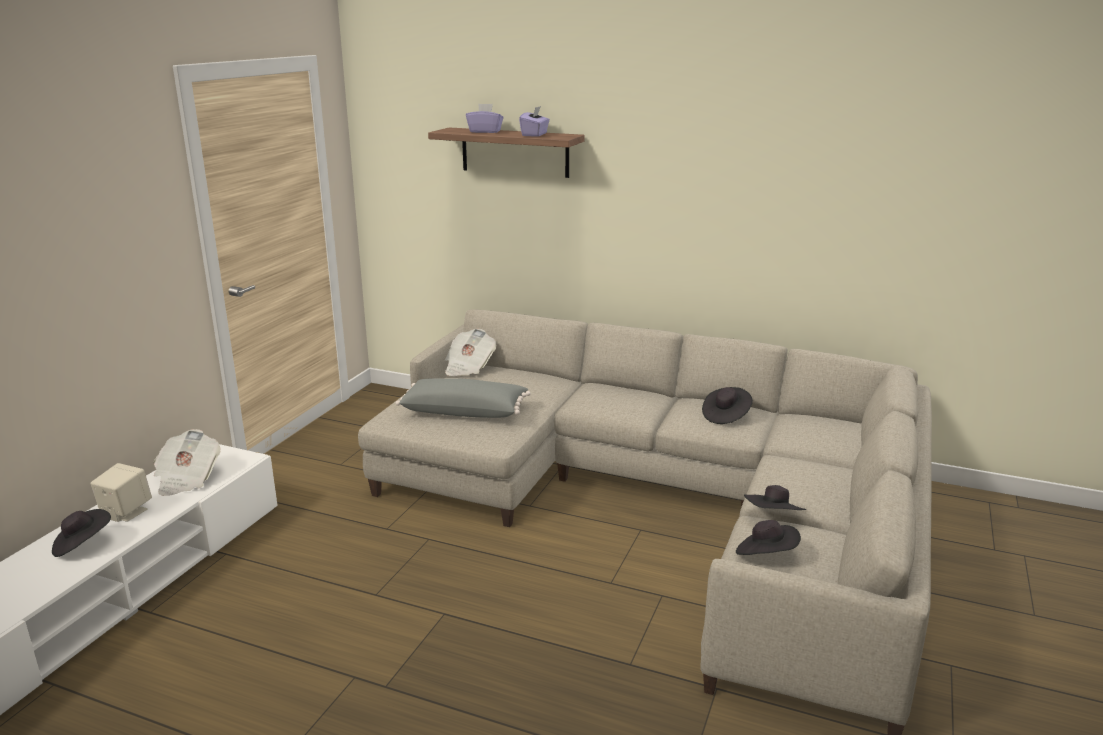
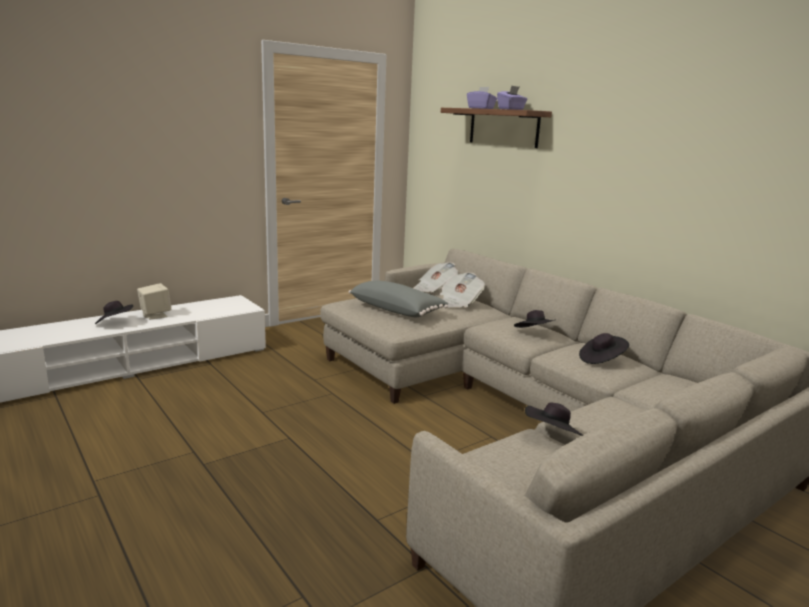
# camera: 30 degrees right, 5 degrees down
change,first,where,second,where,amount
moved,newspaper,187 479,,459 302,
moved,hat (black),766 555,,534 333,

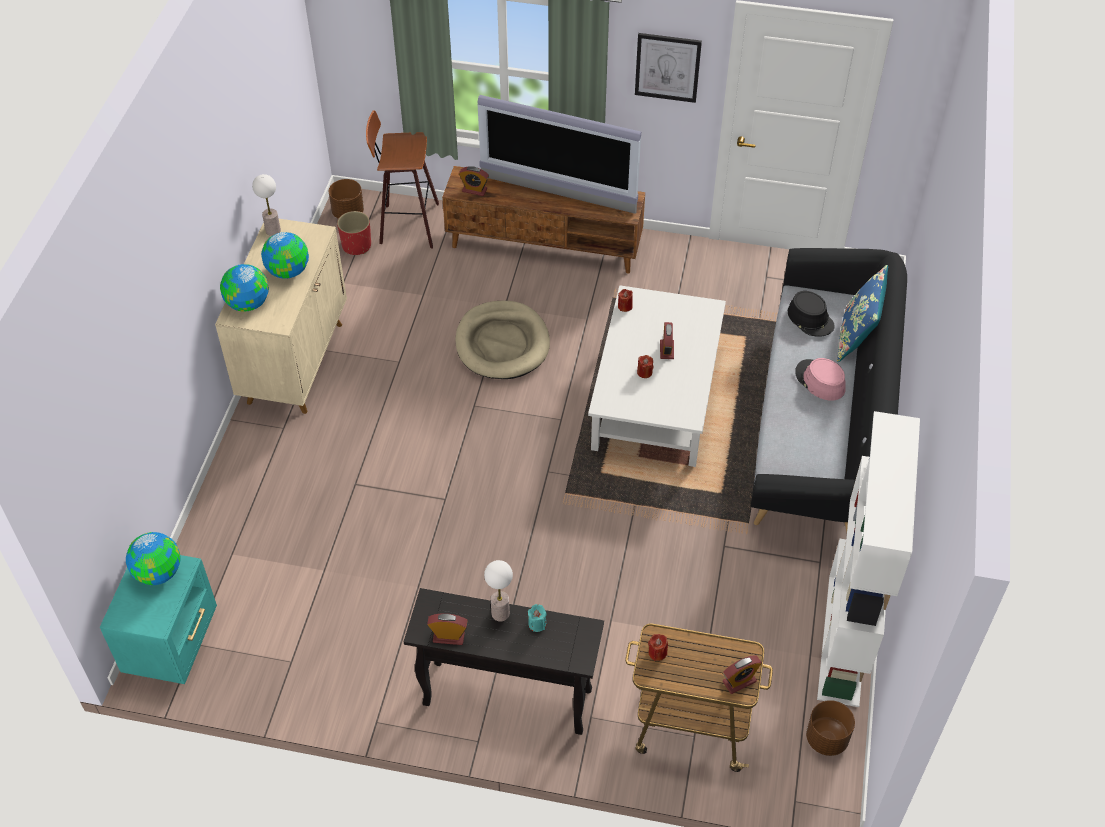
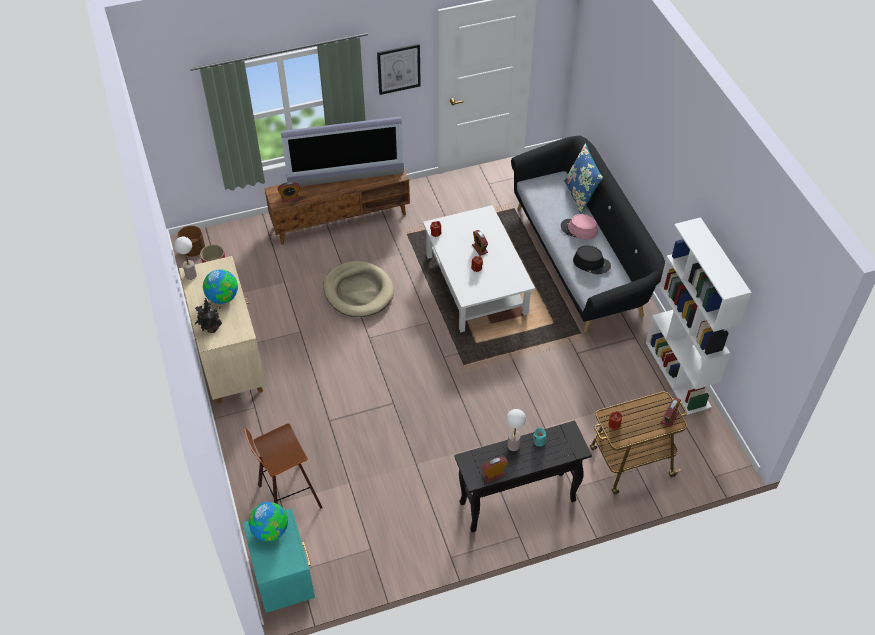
# camera: 30 degrees left, 0 degrees up
change,first,where,second,where,amount
replaced,globe,247 304,potted plant,211 330,
moved,stool,406 224,,287 496,
moved,hat (black),810 319,,591 263,
removed,planter (brown),826 739,,,

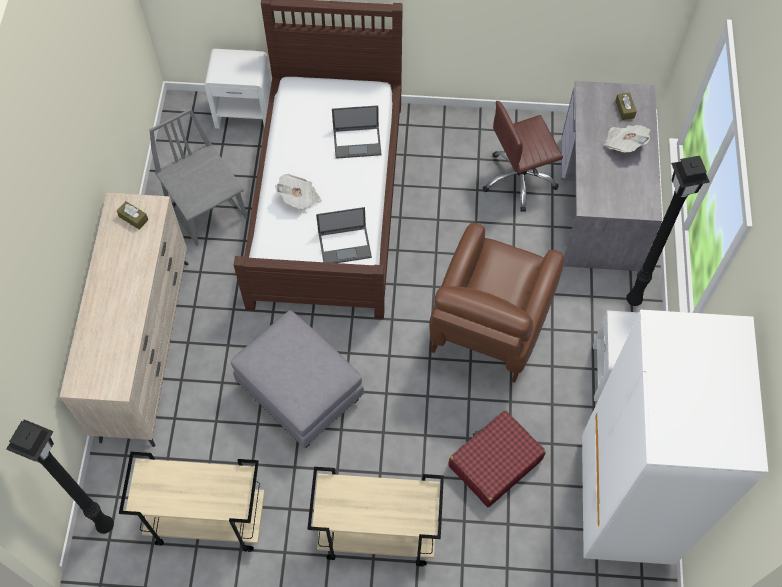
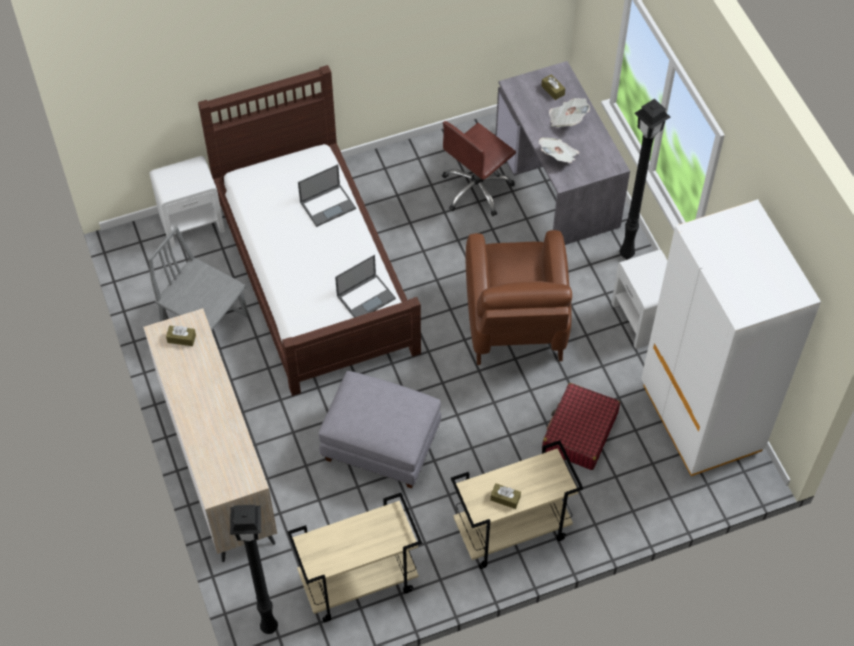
# camera: 25 degrees left, 5 degrees down
change,first,where,second,where,amount
added,,,tissue box (brown),505 498,
moved,newspaper,299 198,,558 156,

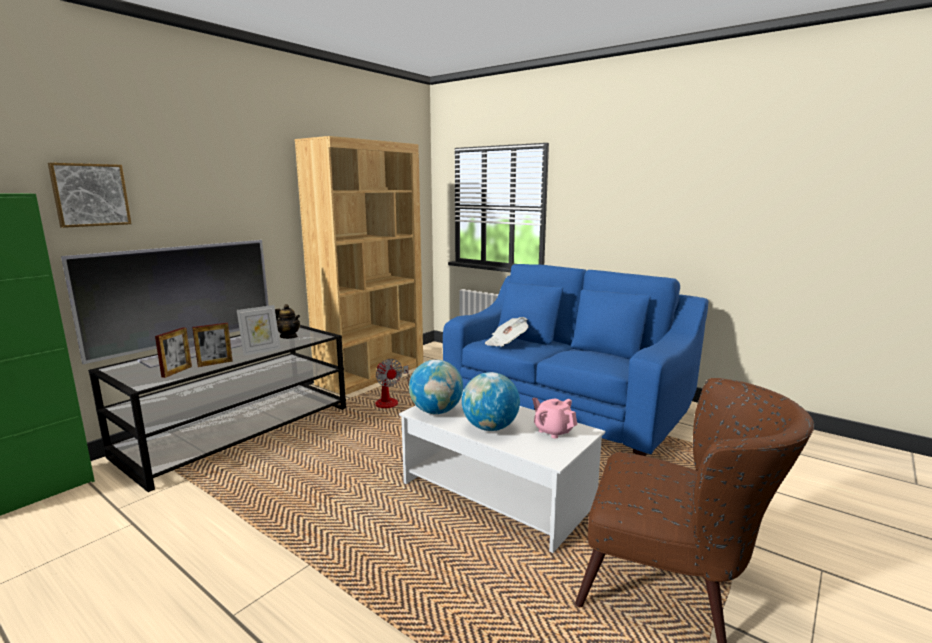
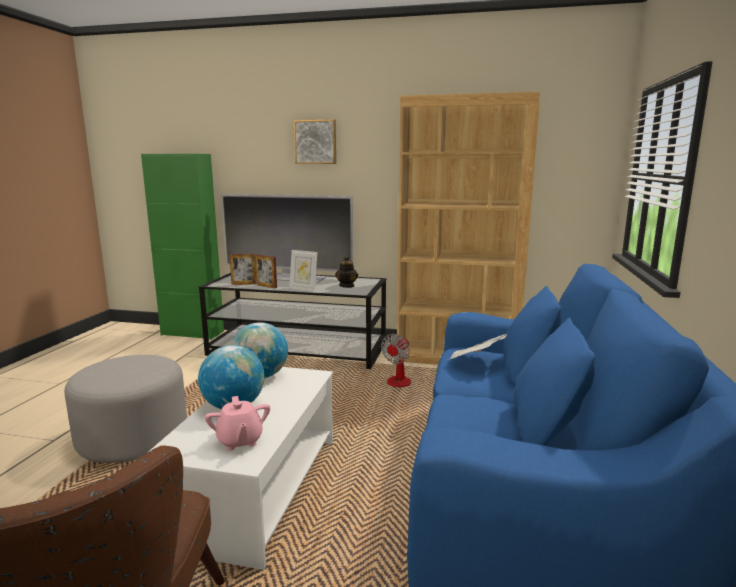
# camera: 65 degrees right, 0 degrees up
change,first,where,second,where,amount
added,,,ottoman (grey),133 438,
turned,teapot (pink),553 431,,239 441,135 degrees clockwise
moved,picture,90 195,,315 142,

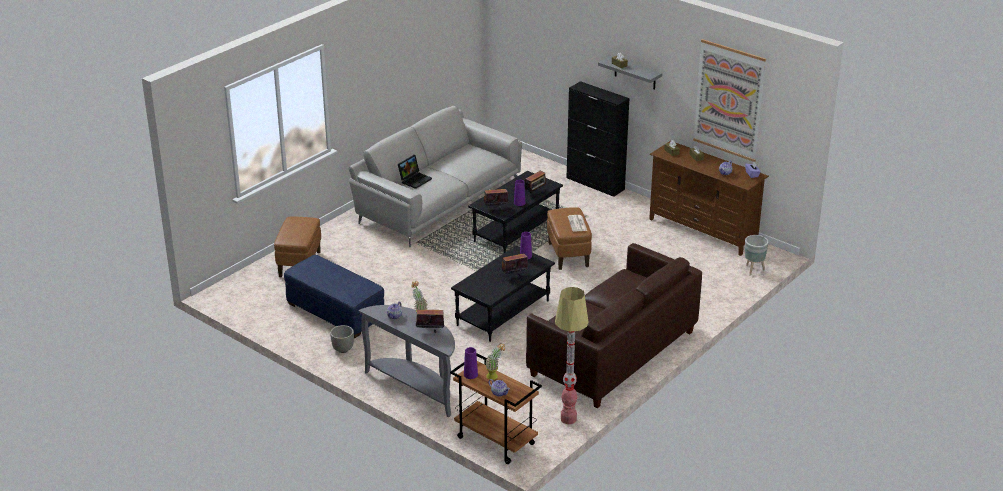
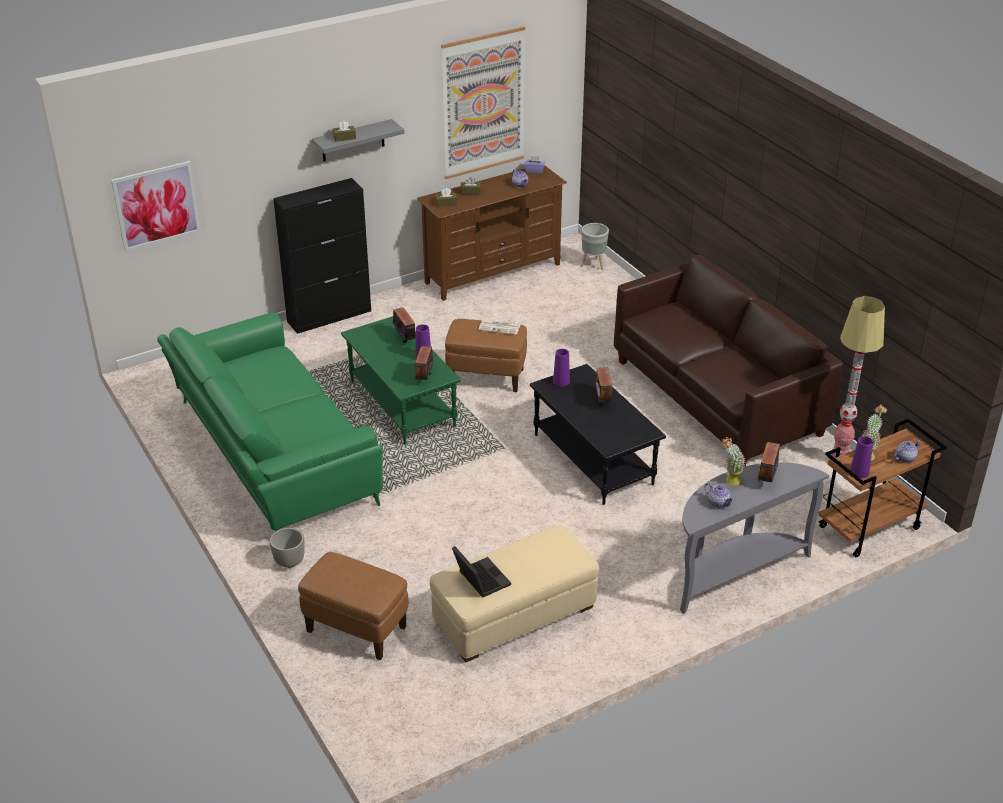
# camera: 70 degrees left, 5 degrees up
change,first,where,second,where,amount
added,,,picture,156 206,
recoloured,sofa (grey),438 201,sofa (green),272 453,
moved,planter (grey),343 349,,290 562,
recoloured,coffee table (black),515 231,coffee table (green),401 404,
recoloured,ottoman (blue),335 312,ottoman (beige),514 615,
moved,laptop,415 179,,479 579,

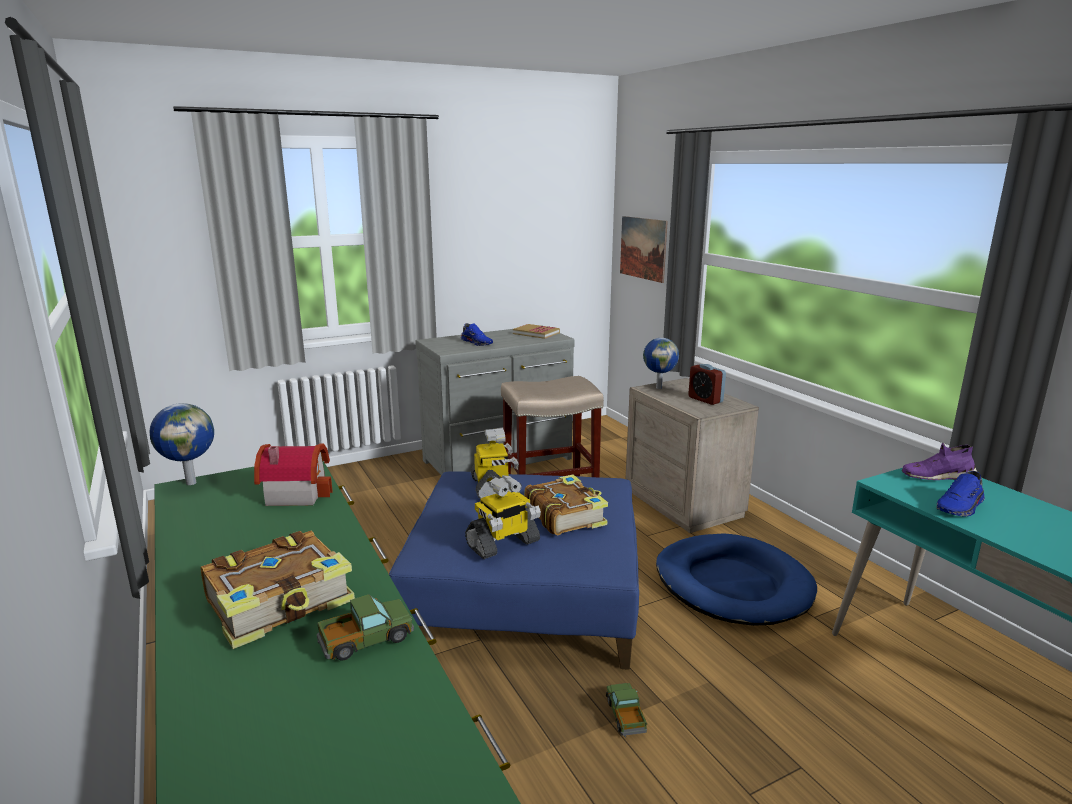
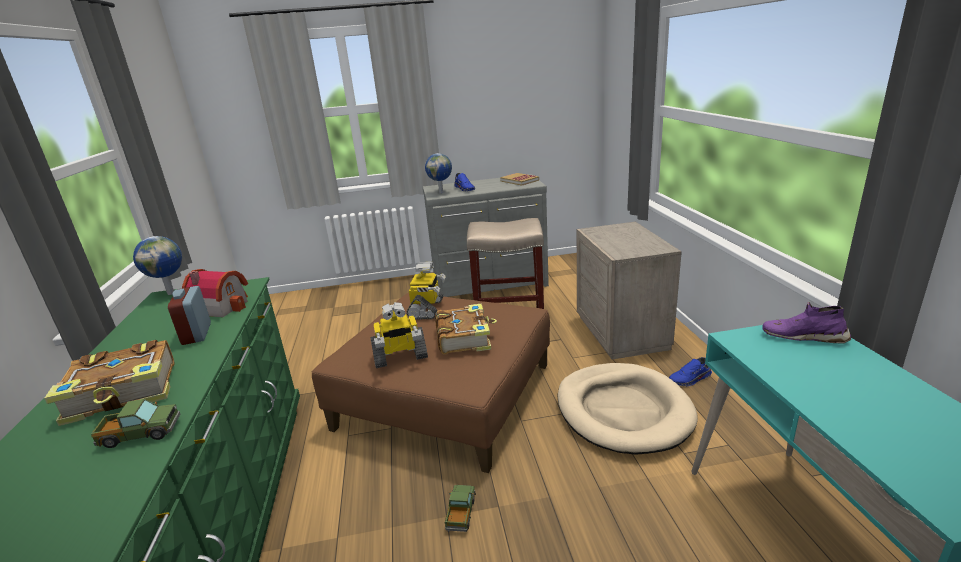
# camera: 20 degrees right, 5 degrees up
change,first,where,second,where,amount
moved,alarm clock,705 399,,197 334,
recoloured,ottoman (blue),526 593,ottoman (brown),446 395,
moved,globe,659 387,,441 192,
recoloured,dog bed (blue),732 584,dog bed (beige),623 411,
moved,shoe (blue),961 507,,690 379,
removed,picture,643 248,,,

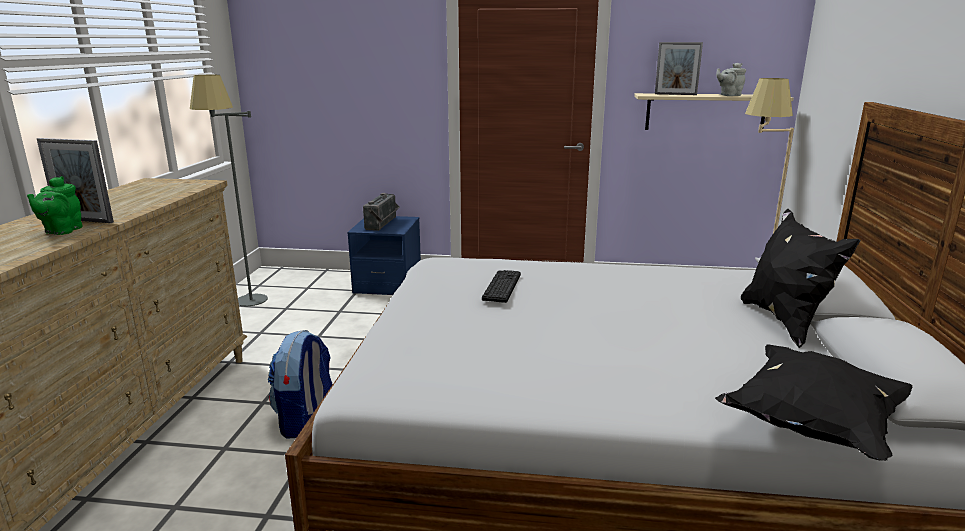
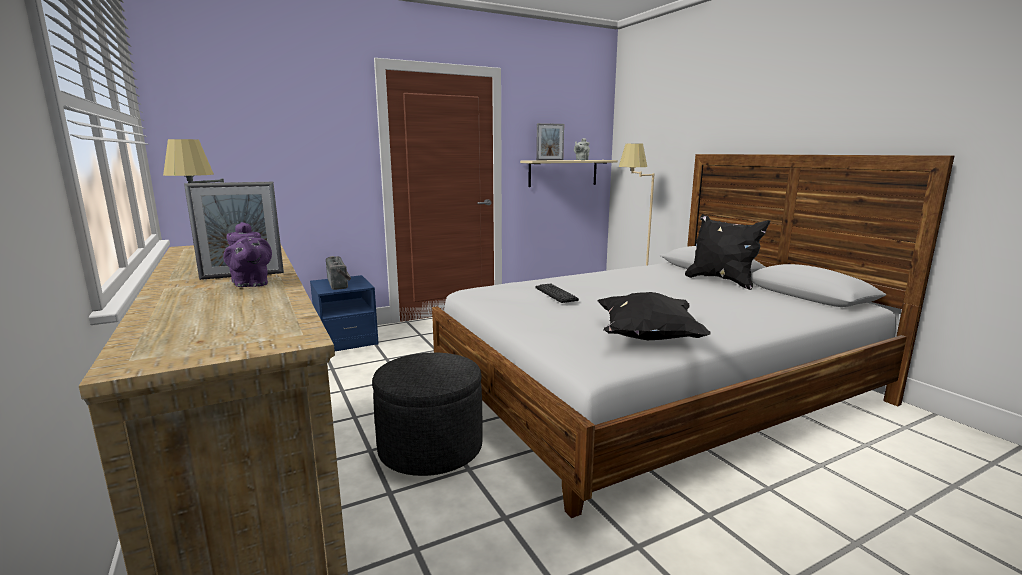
# camera: 35 degrees left, 5 degrees down
change,first,where,second,where,amount
recoloured,teapot (green),61 231,teapot (purple),251 284,
replaced,backpack,306 420,ottoman (grey),430 448,
moved,pillow (black),812 426,,648 338,

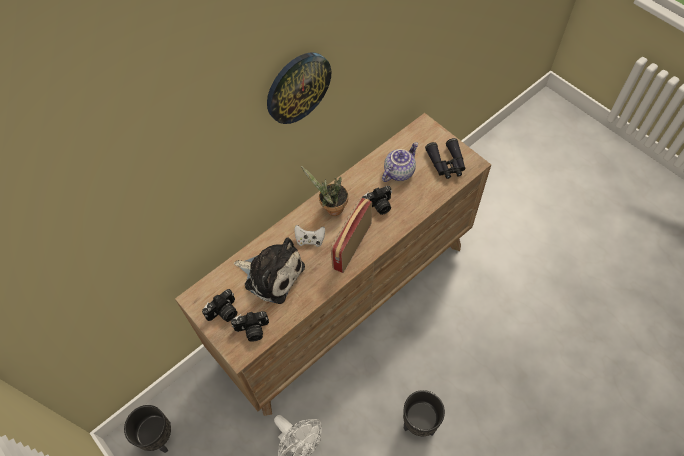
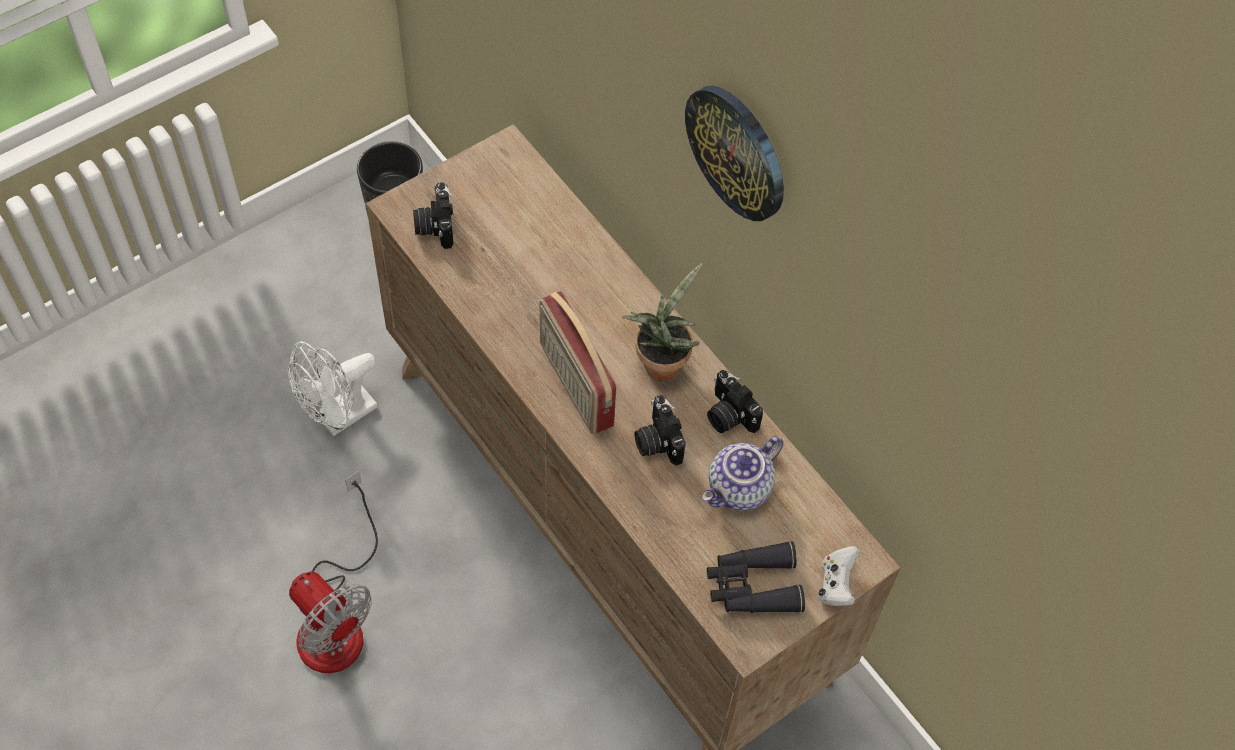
# camera: 90 degrees right, 0 degrees up
change,first,where,second,where,amount
replaced,planter (black),419 423,fan,336 617,
turned,radio,351 246,,574 385,150 degrees counterclockwise
turned,teapot,398 171,,739 490,90 degrees clockwise
moved,photo camera,224 312,,728 415,
moved,game controller (white),310 240,,836 584,
removed,plush toy,271 274,,,

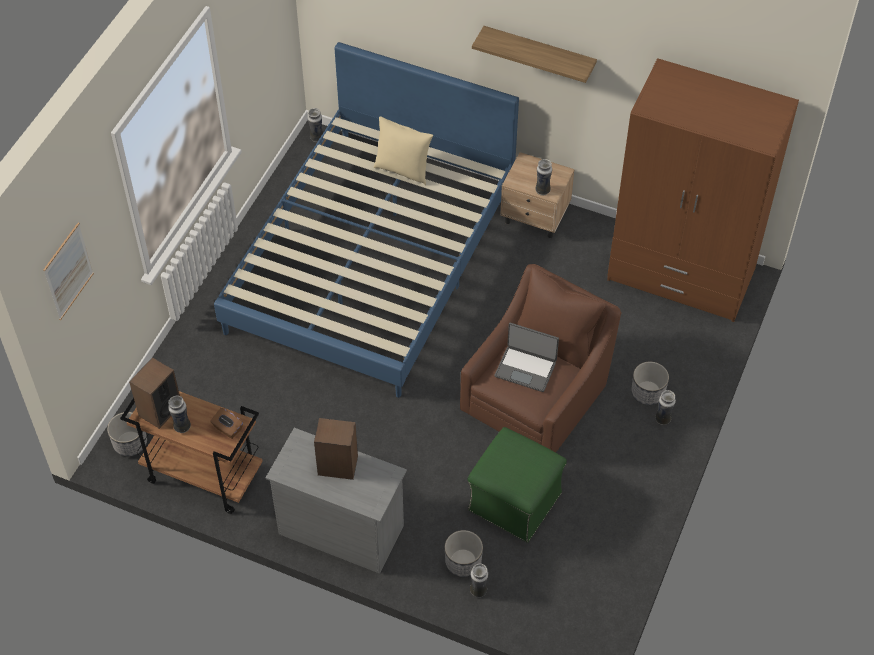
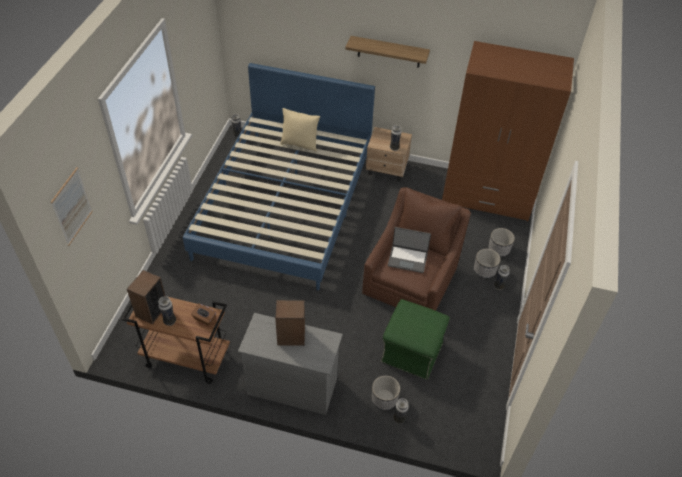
# camera: 10 degrees left, 5 degrees down
change,first,where,second,where,amount
moved,planter,130 443,,499 249,

